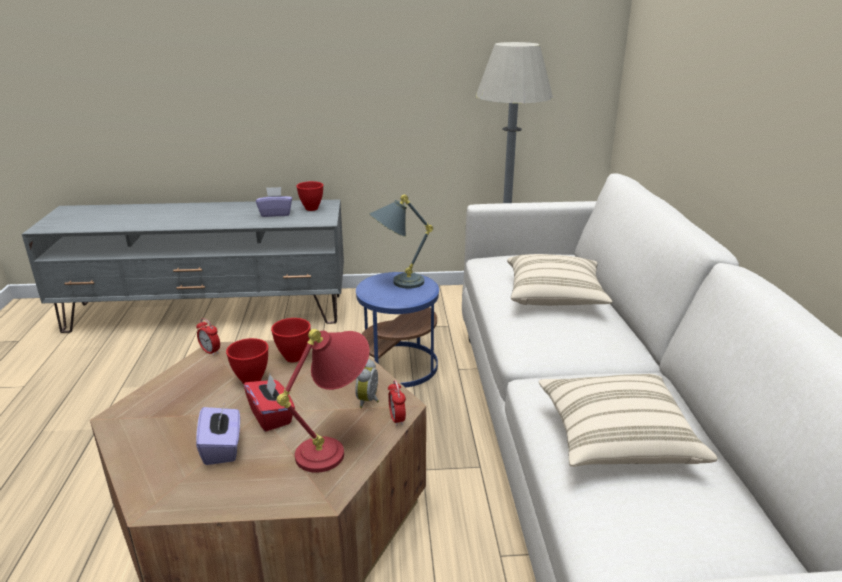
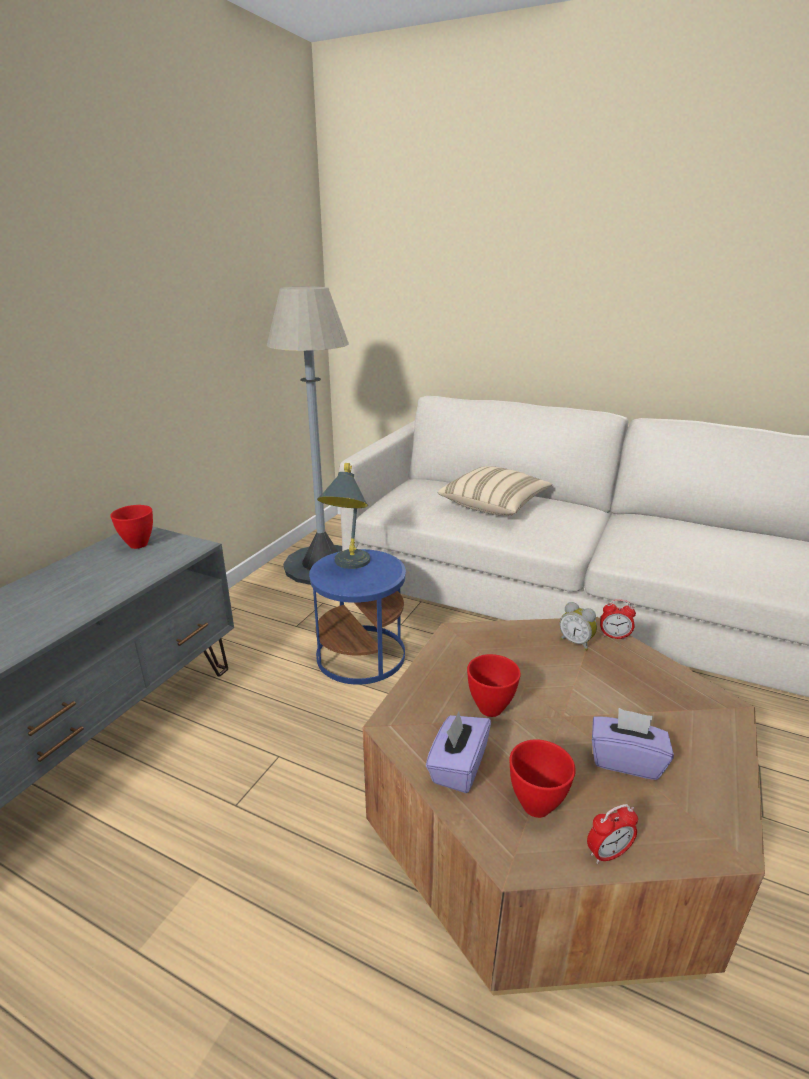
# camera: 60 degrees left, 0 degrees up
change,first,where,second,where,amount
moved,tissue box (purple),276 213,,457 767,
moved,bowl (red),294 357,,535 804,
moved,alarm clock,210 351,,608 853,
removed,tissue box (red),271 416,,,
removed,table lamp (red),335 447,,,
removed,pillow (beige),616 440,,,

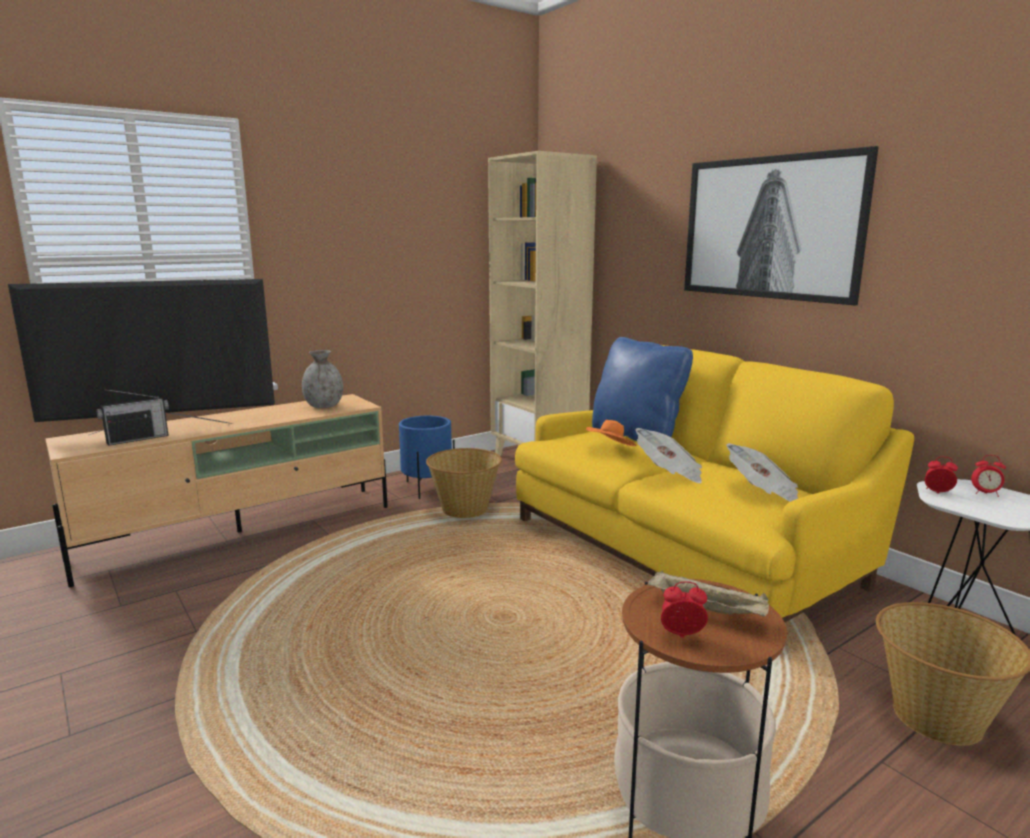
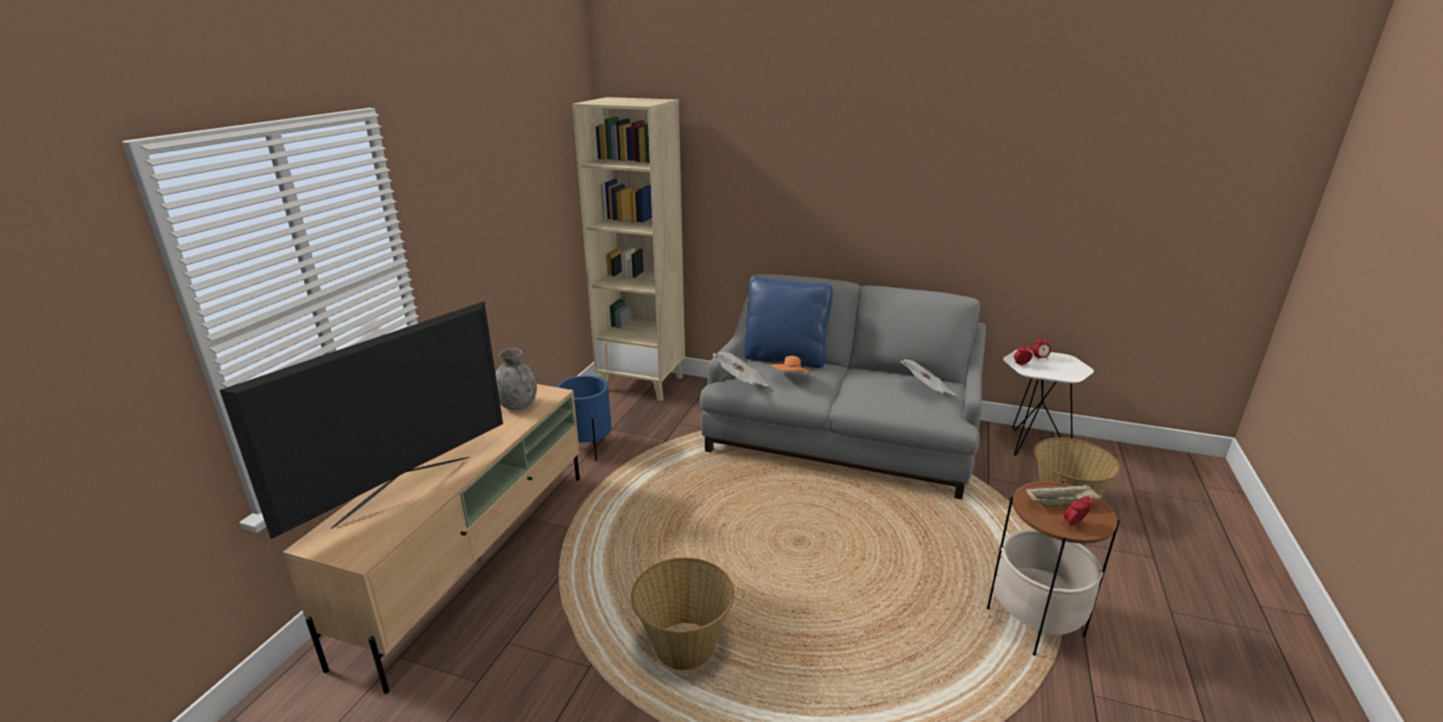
# camera: 35 degrees left, 10 degrees up
change,first,where,second,where,amount
moved,basket,465 509,,684 645,
recoloured,sofa (yellow),684 549,sofa (grey),841 437,
moved,newspaper,669 473,,741 382,
removed,radio,137 439,,,
removed,picture,769 228,,,

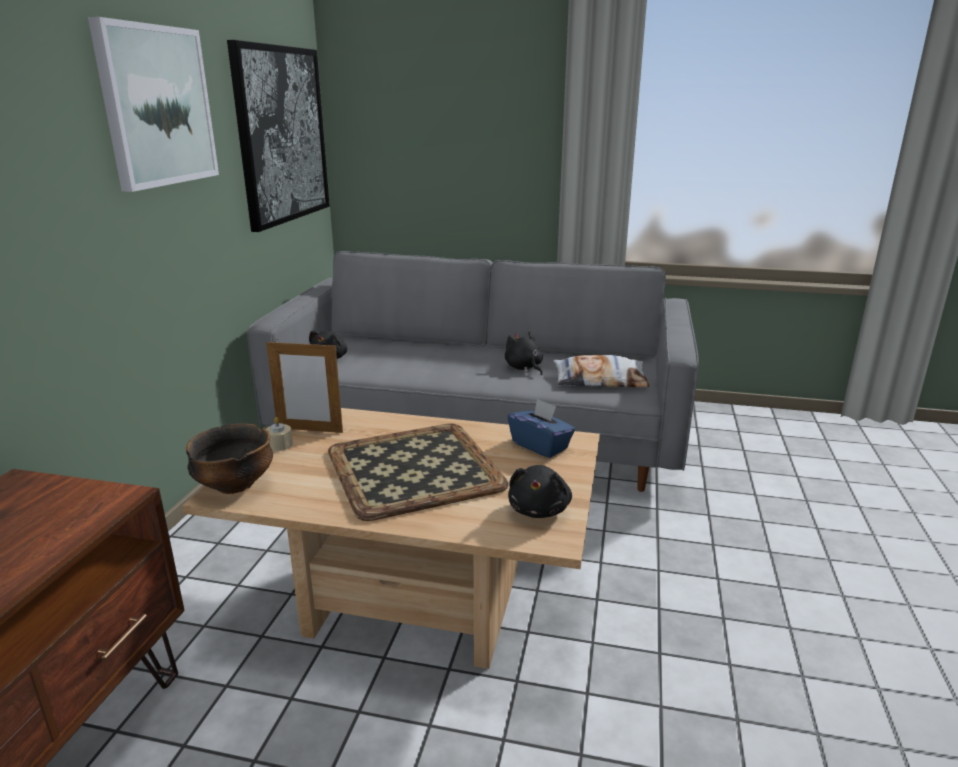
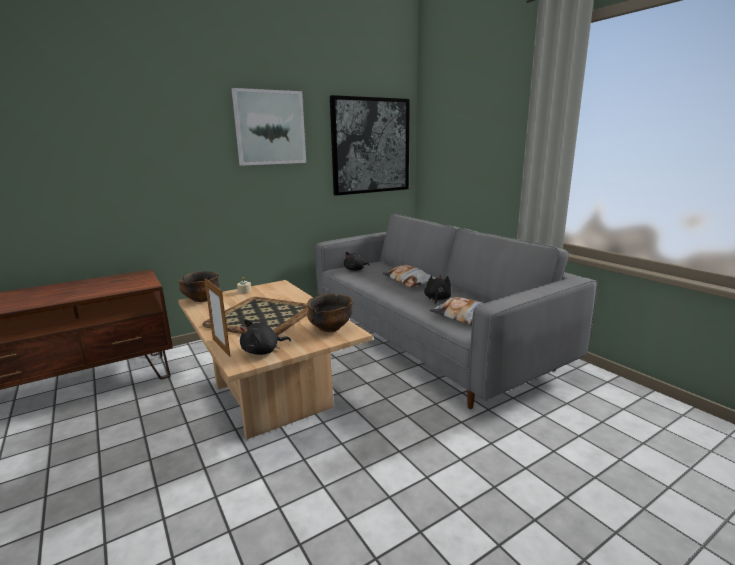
# camera: 45 degrees right, 5 degrees down
change,first,where,second,where,amount
moved,picture frame,309 430,,221 347,
replaced,tissue box (blue),540 446,bowl,330 328,
added,,,pillow,408 280,

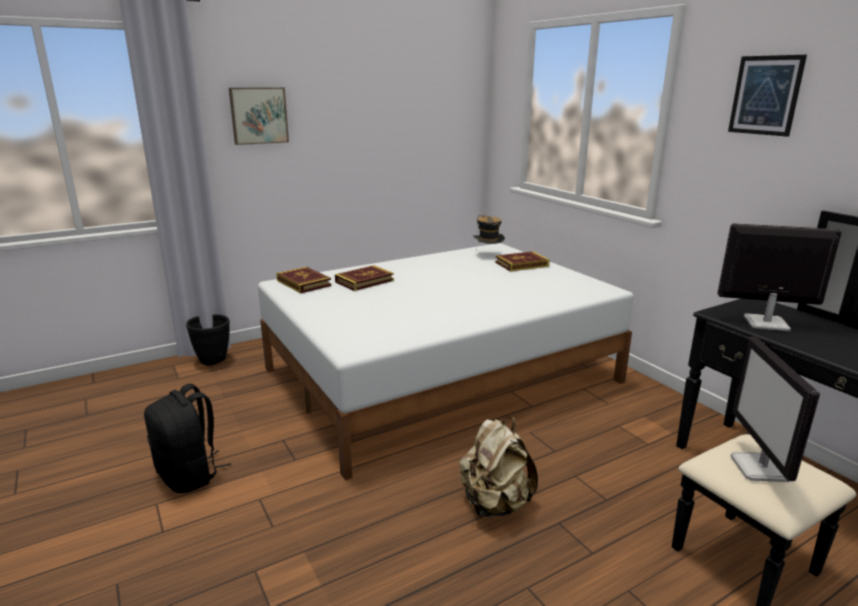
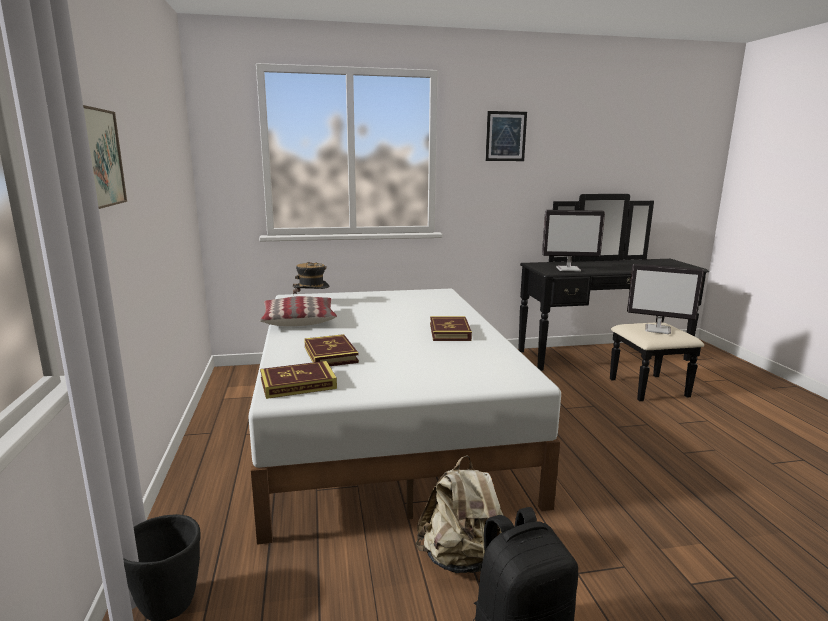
# camera: 70 degrees left, 5 degrees down
change,first,where,second,where,amount
added,,,pillow,298 320,
moved,backpack (beige),494 504,,463 560,
moved,book,521 264,,449 332,
turned,monitor,765 323,,568 269,120 degrees counterclockwise

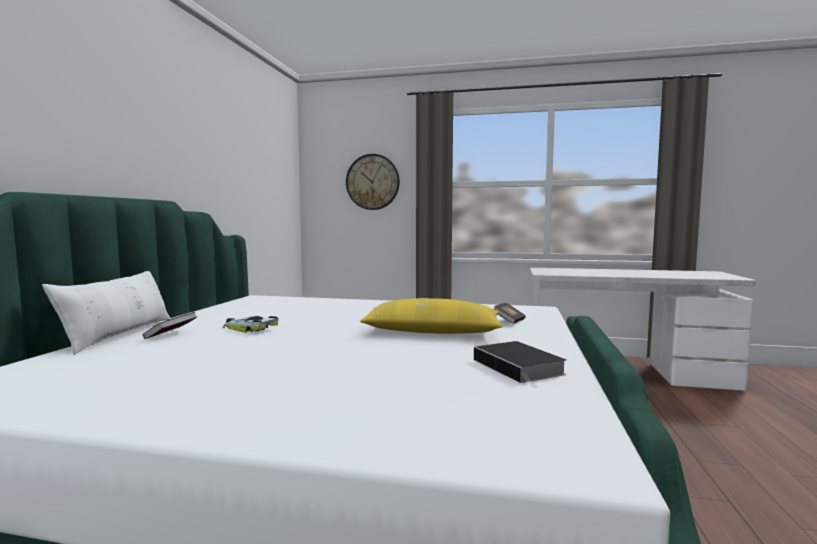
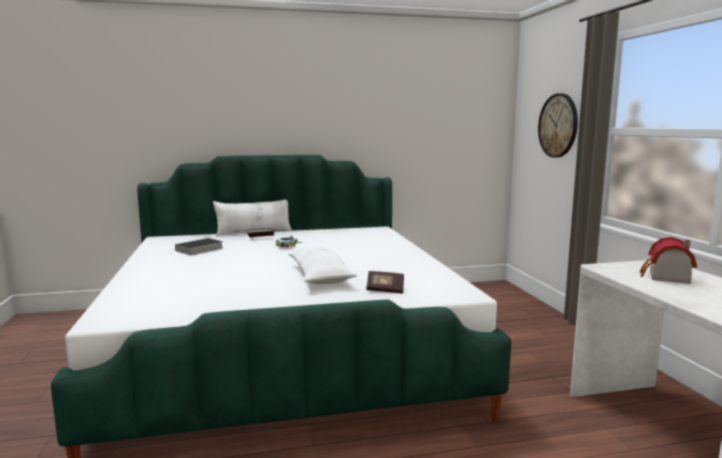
# camera: 65 degrees right, 5 degrees up
change,first,where,second,where,amount
moved,book,520 367,,198 250,
recoloured,pillow (yellow),432 332,pillow (white),319 276,
added,,,toy house,666 277,

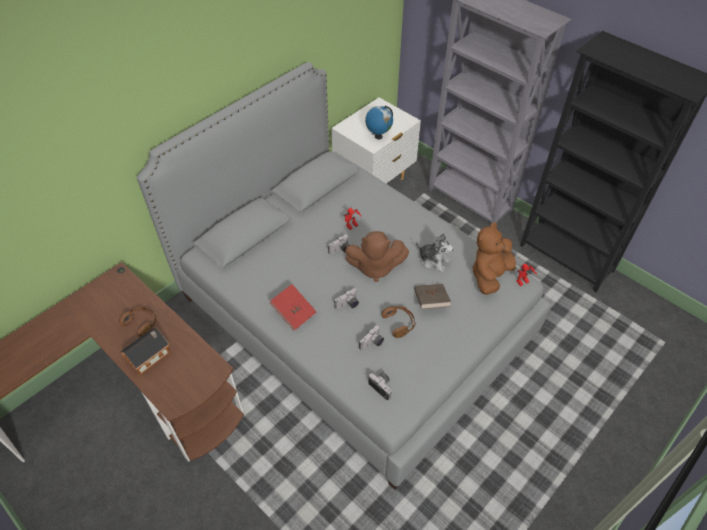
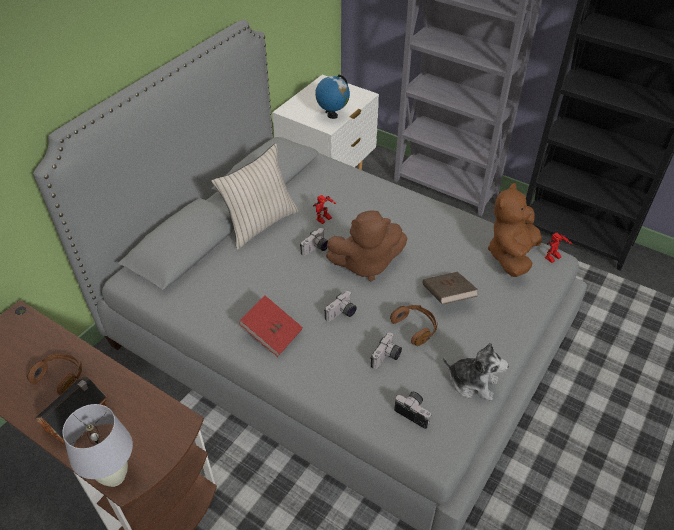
# camera: 10 degrees left, 5 degrees down
change,first,where,second,where,amount
added,,,table lamp (white),115 477,
added,,,pillow (beige),260 224,
moved,plush toy,433 260,,472 382,

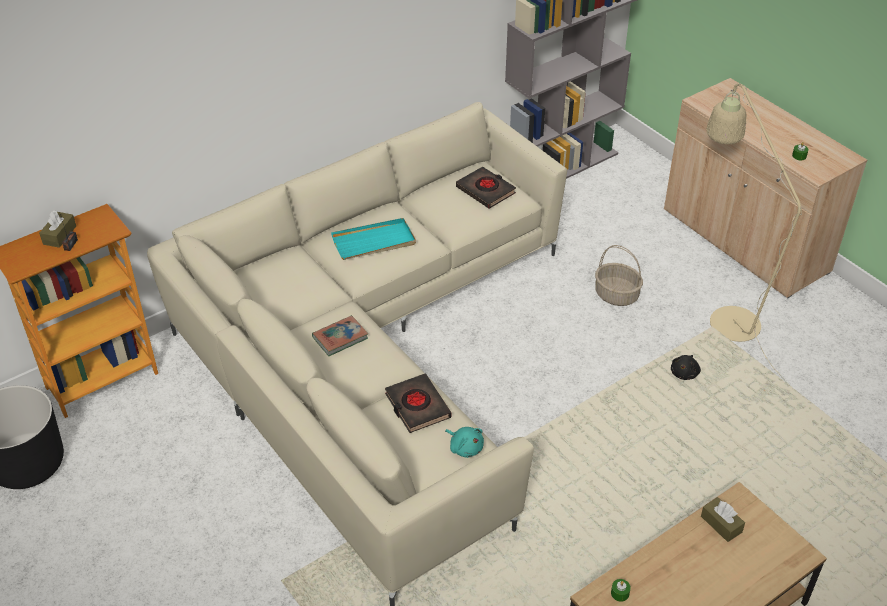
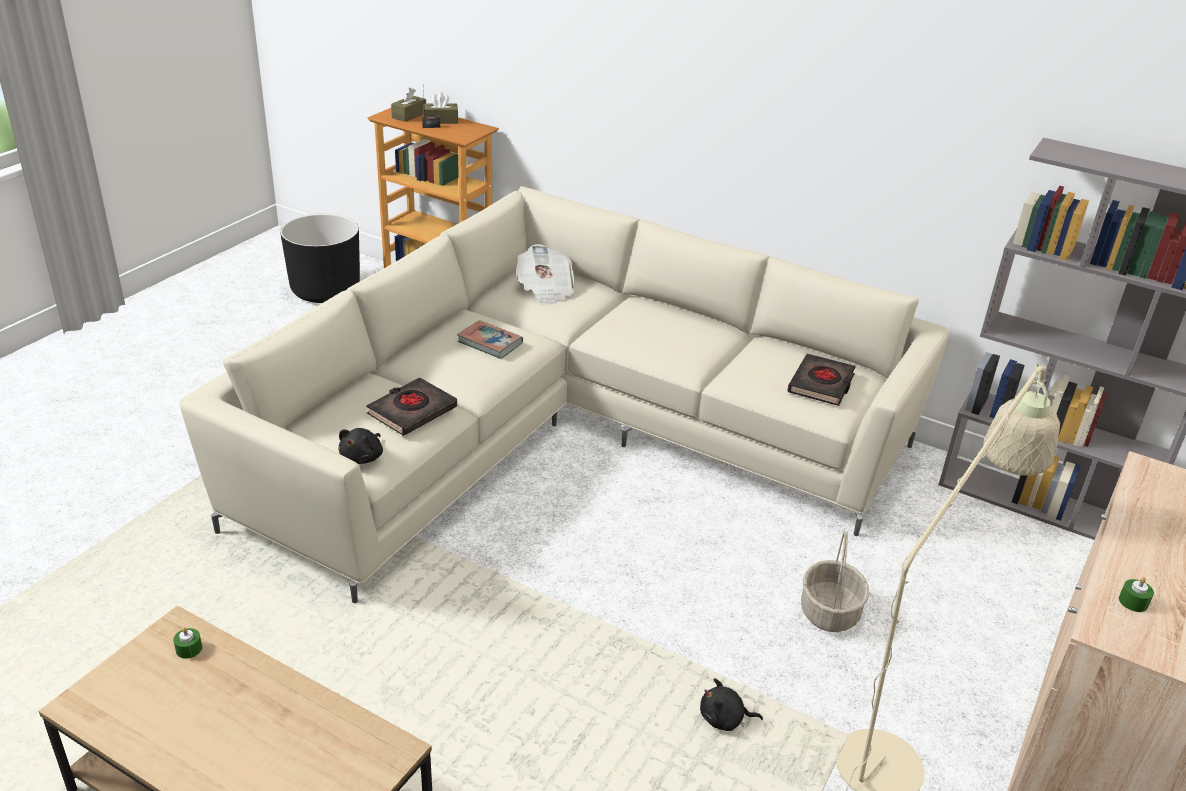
# camera: 65 degrees right, 10 degrees down
change,first,where,second,where,amount
recoloured,plush toy (turquoise),465 447,plush toy (black),363 457,
moved,tissue box (brown),721 524,,409 115,
added,,,newspaper,545 290,
removed,tray (turquoise),374 242,,,

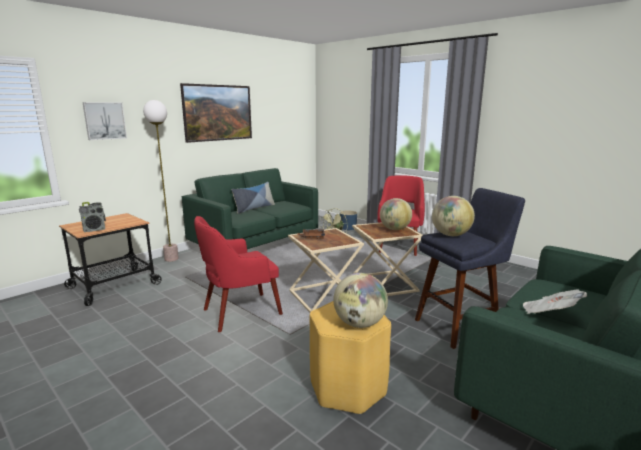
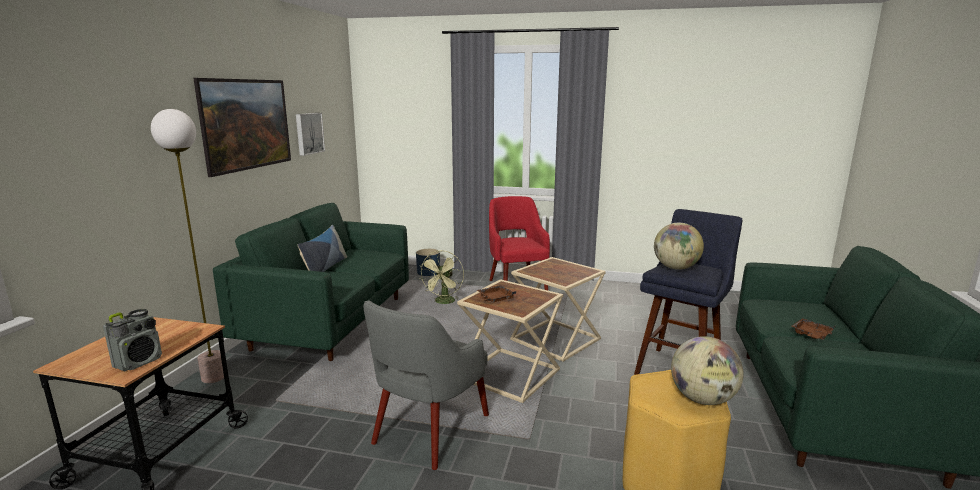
# camera: 30 degrees left, 0 degrees up
change,first,where,second,where,amount
moved,picture,104 120,,308 133,
recoloured,armchair (red),239 312,armchair (grey),429 430,
replaced,newspaper,549 314,tray (brown),811 335,
removed,globe,394 229,,,

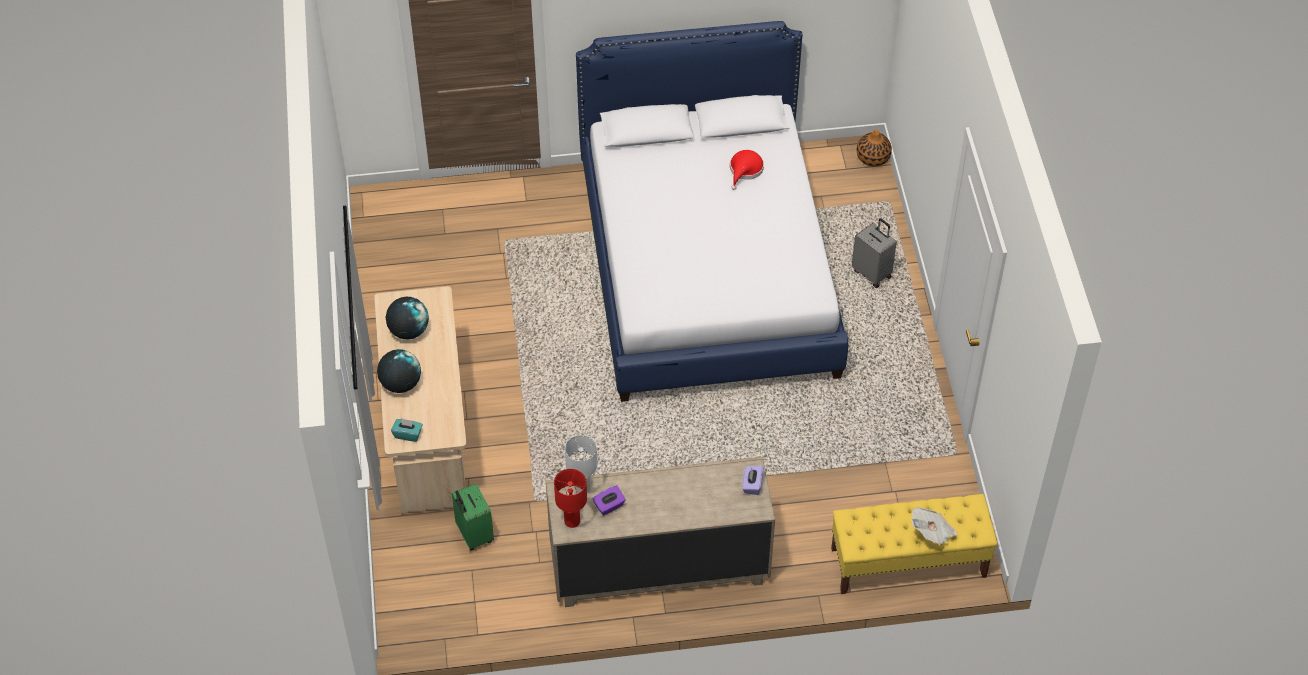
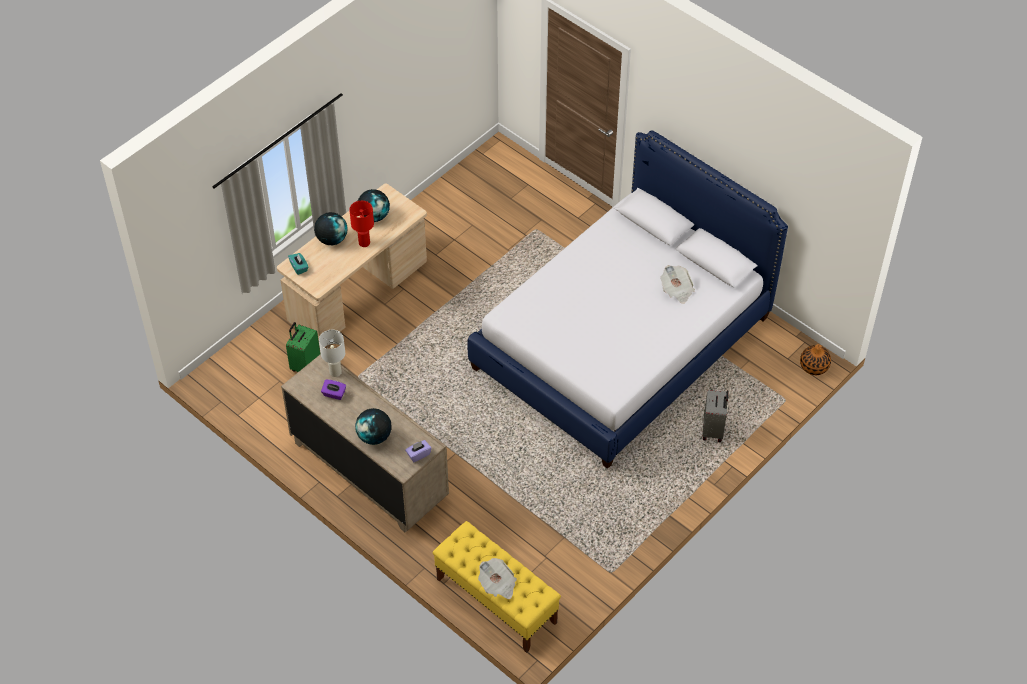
# camera: 50 degrees right, 0 degrees up
change,first,where,second,where,amount
moved,table lamp (red),572 521,,364 243,
added,,,globe,374 436,
replaced,hat (red),745 170,newspaper,677 290,

